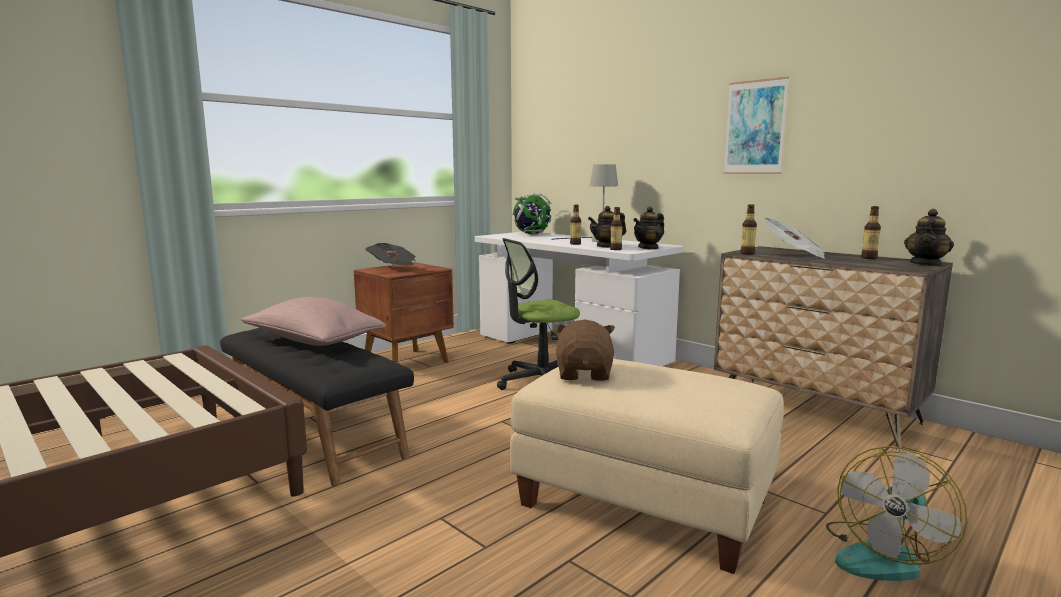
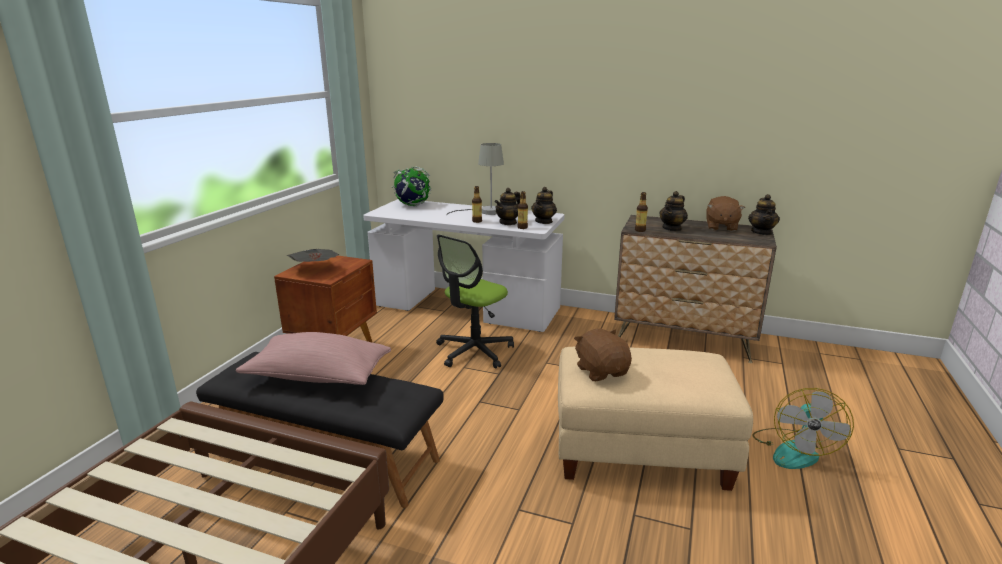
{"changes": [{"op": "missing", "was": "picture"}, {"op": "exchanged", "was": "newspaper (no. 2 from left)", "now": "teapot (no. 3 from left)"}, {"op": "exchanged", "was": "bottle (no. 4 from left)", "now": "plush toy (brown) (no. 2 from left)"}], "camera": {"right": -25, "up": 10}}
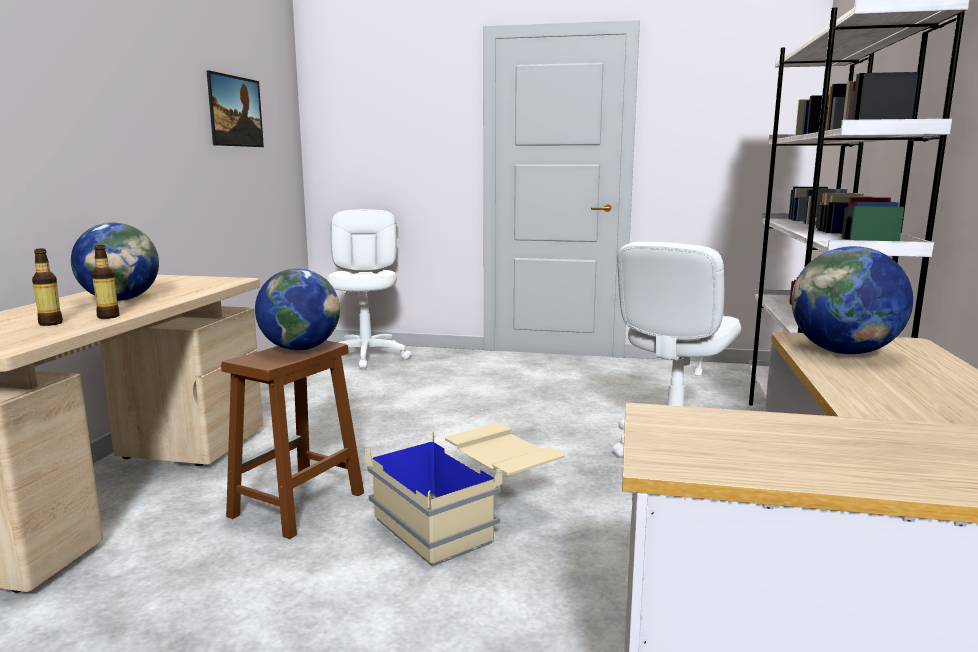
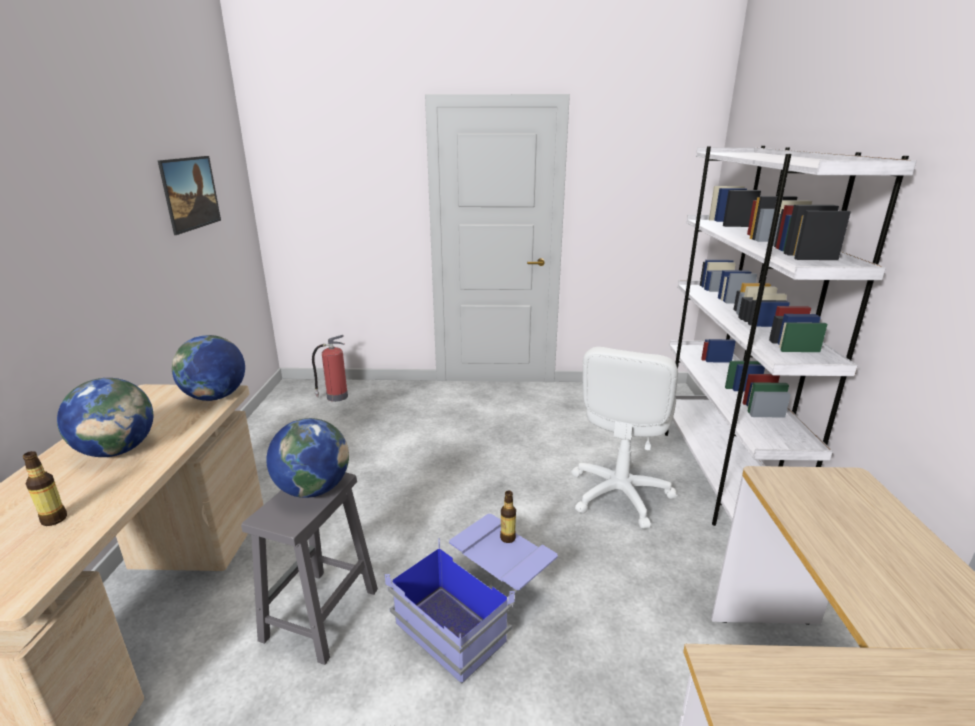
{"changes": [{"op": "relocated", "was": "bottle (no. 2 from left)"}, {"op": "colour", "was": "stool (brown)", "now": "stool (grey)"}, {"op": "exchanged", "was": "office chair (white) (no. 1 from left)", "now": "fire extinguisher"}, {"op": "colour", "was": "storage box (beige)", "now": "storage box (blue)"}, {"op": "relocated", "was": "globe (no. 3 from left in the first image)", "now": "globe (no. 2 from left)"}], "camera": {"right": -10, "up": 10}}
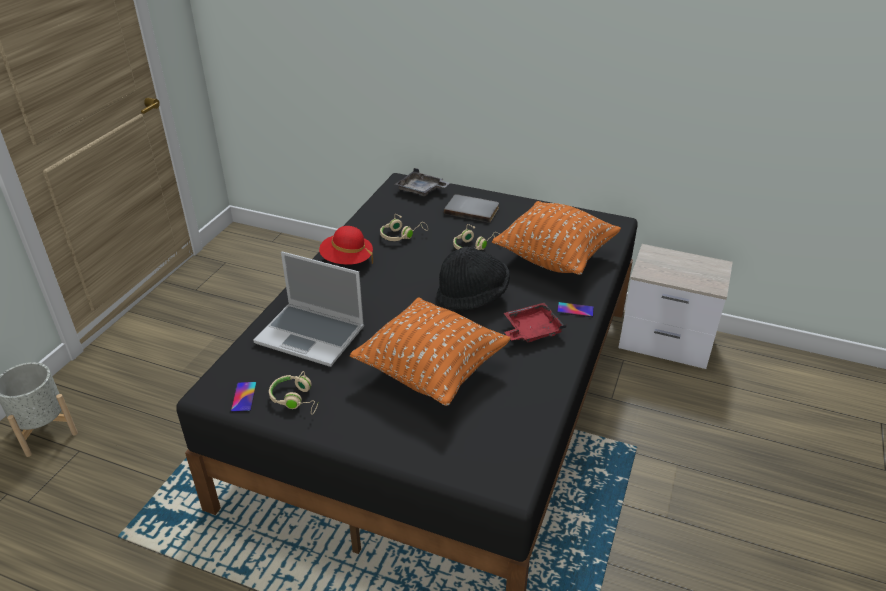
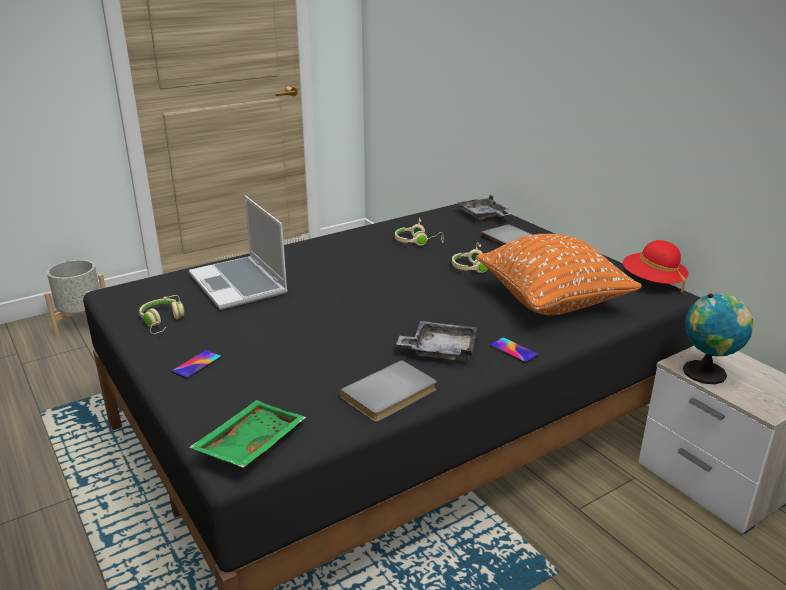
{"changes": [{"op": "relocated", "was": "phone (no. 1 from left)"}, {"op": "relocated", "was": "hat (red)"}, {"op": "missing", "was": "pillow (orange) (no. 1 from left)"}, {"op": "missing", "was": "hat (black)"}, {"op": "colour", "was": "tray (red)", "now": "tray (grey) (no. 1 from left)"}, {"op": "appeared", "now": "tray (green)"}, {"op": "appeared", "now": "book (grey) (no. 1 from left)"}, {"op": "appeared", "now": "globe"}], "camera": {"right": 35, "up": -10}}
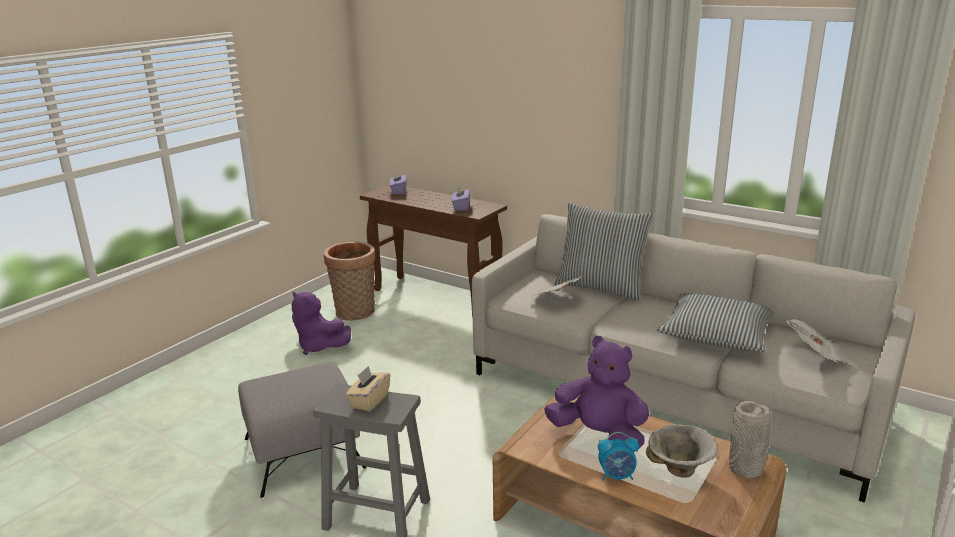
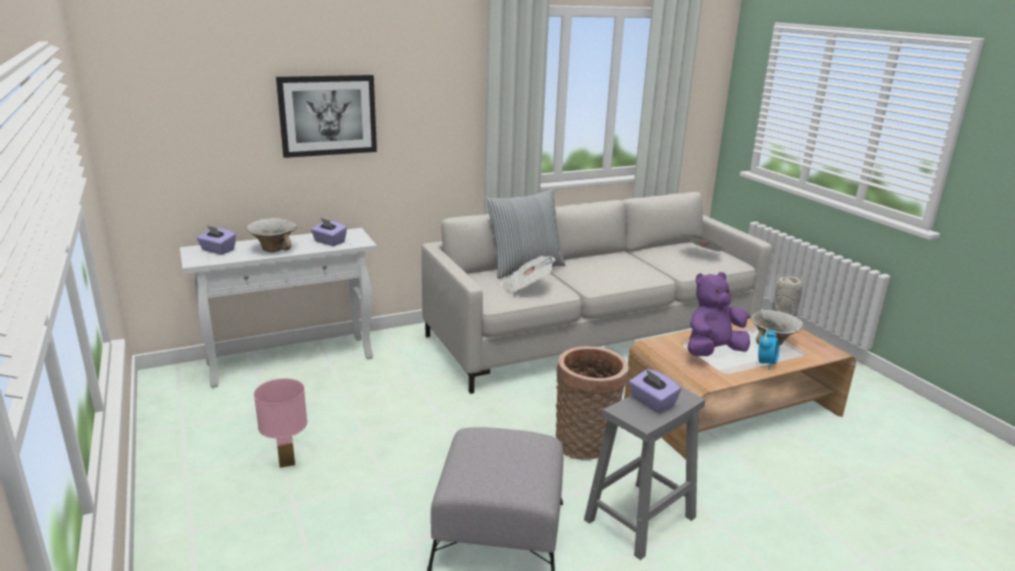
{"changes": [{"op": "exchanged", "was": "plush toy (purple) (no. 1 from left)", "now": "table lamp (pink)"}, {"op": "relocated", "was": "basket"}, {"op": "colour", "was": "tissue box (beige)", "now": "tissue box (purple) (no. 3 from left)"}, {"op": "colour", "was": "console table (brown)", "now": "console table (white)"}, {"op": "missing", "was": "pillow (no. 2 from left)"}, {"op": "appeared", "now": "bowl (no. 1 from left)"}, {"op": "appeared", "now": "picture"}], "camera": {"right": -60, "up": 0}}
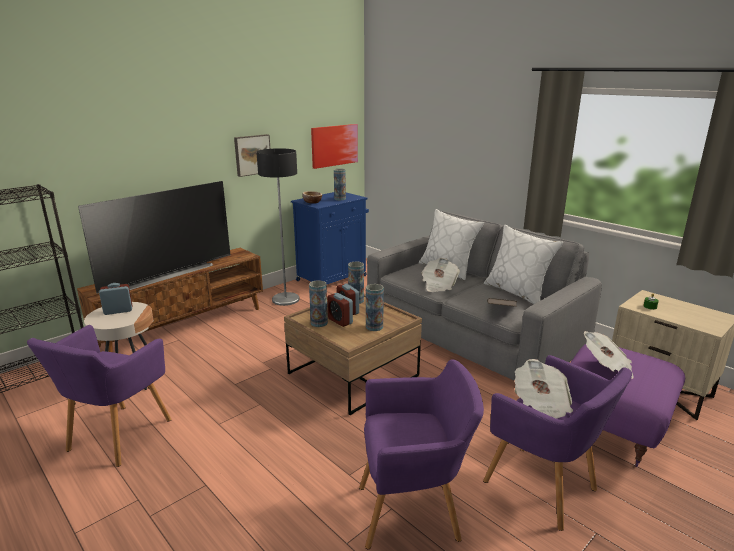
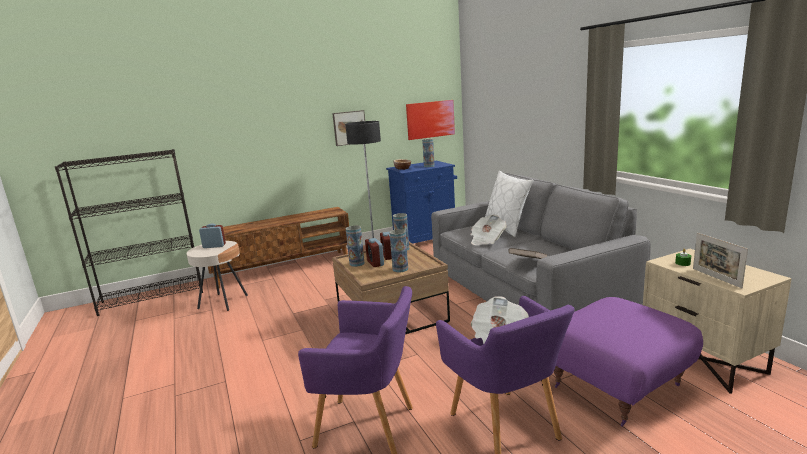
{"changes": [{"op": "missing", "was": "armchair (purple) (no. 1 from left)"}, {"op": "missing", "was": "television"}, {"op": "missing", "was": "pillow (white) (no. 2 from left)"}, {"op": "missing", "was": "newspaper (no. 3 from left)"}, {"op": "appeared", "now": "picture frame"}], "camera": {"right": 20, "up": -5}}
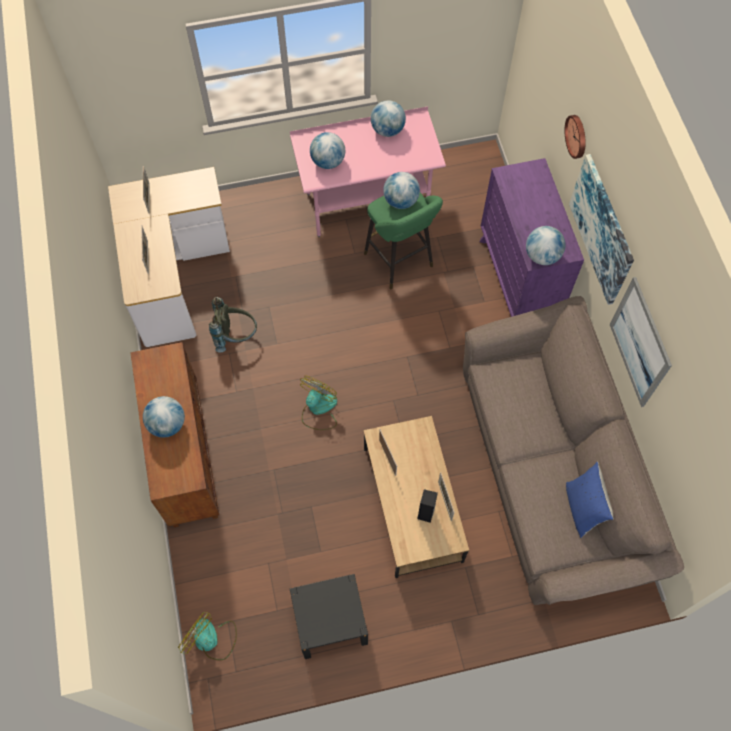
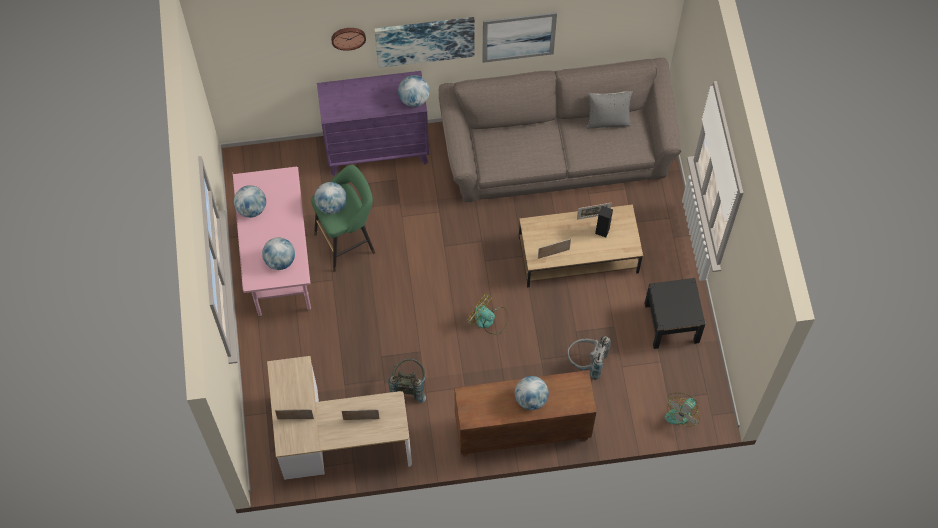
{"changes": [{"op": "colour", "was": "pillow (blue)", "now": "pillow (grey)"}, {"op": "appeared", "now": "backpack (grey) (no. 2 from left)"}], "camera": {"right": -85, "up": 0}}
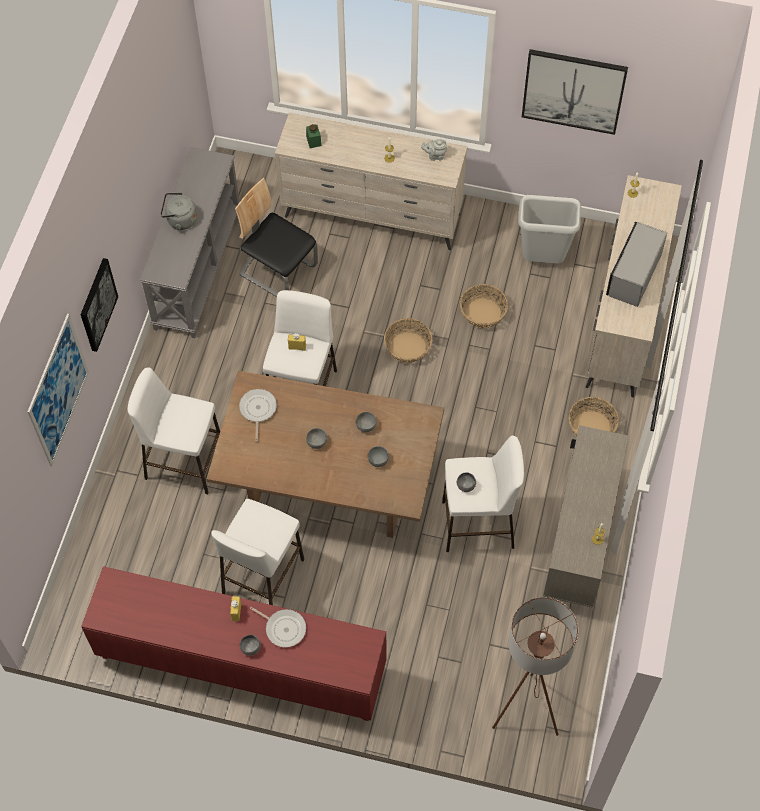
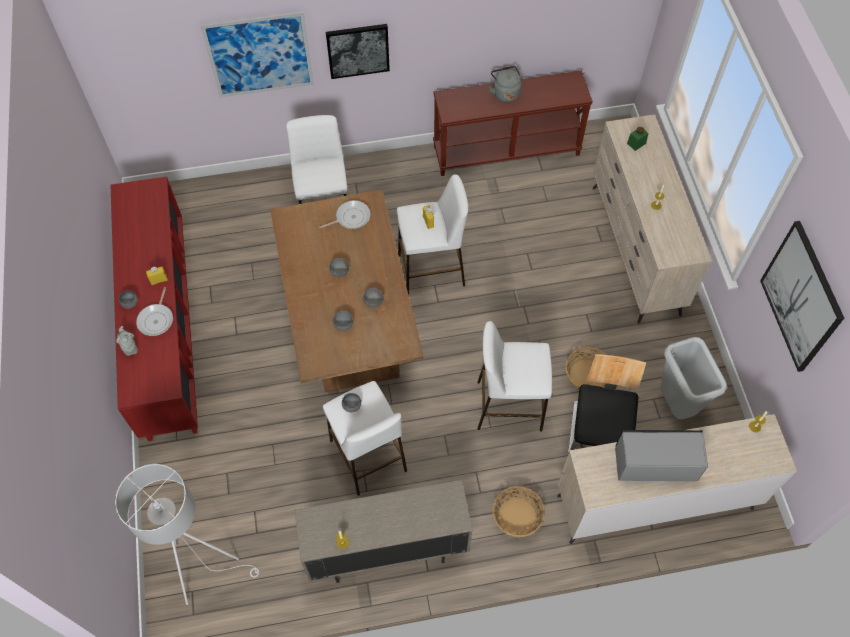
{"changes": [{"op": "colour", "was": "console table (grey)", "now": "console table (brown)"}, {"op": "relocated", "was": "stool (white) (no. 2 from left in the first image)", "now": "stool (white) (no. 4 from left)"}, {"op": "relocated", "was": "chair"}, {"op": "missing", "was": "basket (no. 1 from left)"}, {"op": "relocated", "was": "teapot (grey)"}, {"op": "colour", "was": "floor lamp (brown)", "now": "floor lamp (white)"}], "camera": {"right": 65, "up": 0}}
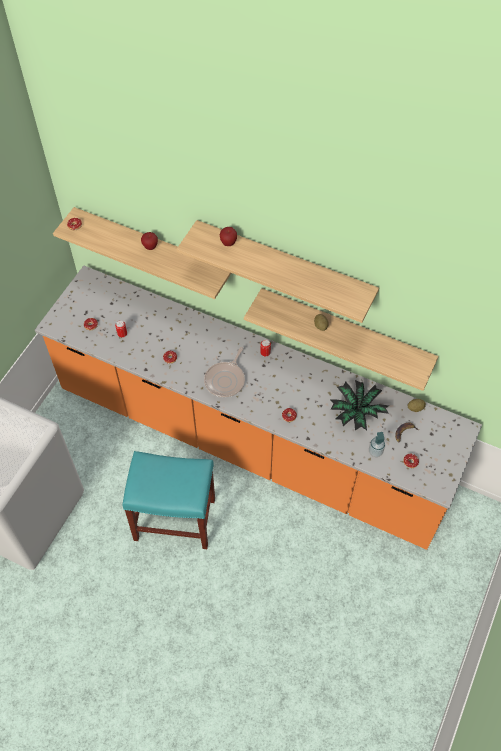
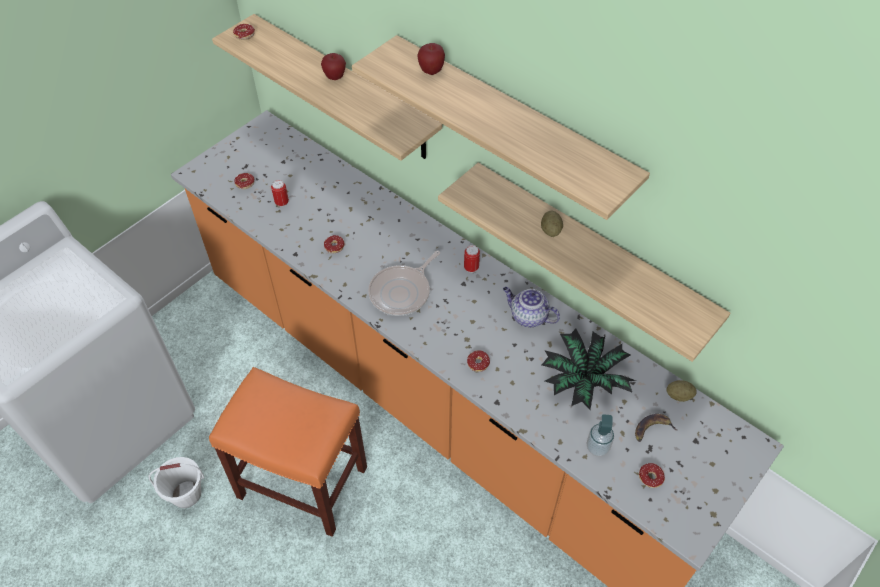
{"changes": [{"op": "colour", "was": "stool (turquoise)", "now": "stool (orange)"}, {"op": "appeared", "now": "bucket (white)"}, {"op": "appeared", "now": "teapot"}], "camera": {"right": 15, "up": -5}}
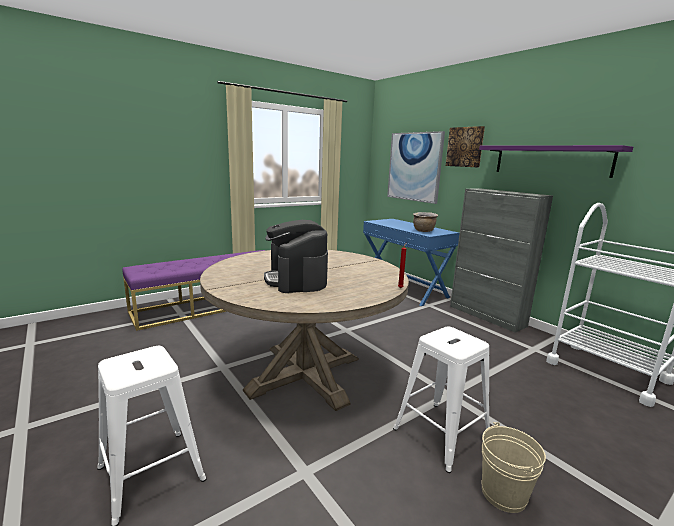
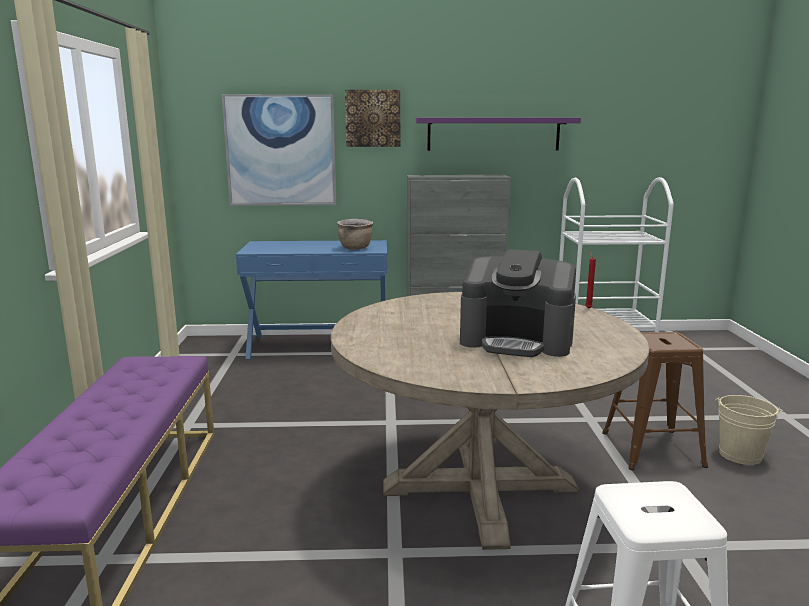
{"changes": [{"op": "colour", "was": "stool (white) (no. 2 from left)", "now": "stool (brown)"}], "camera": {"right": -55, "up": 0}}
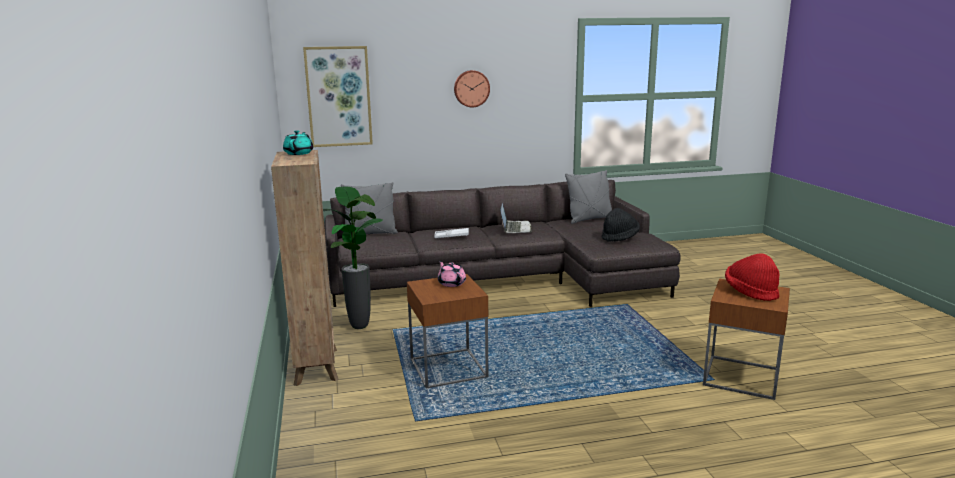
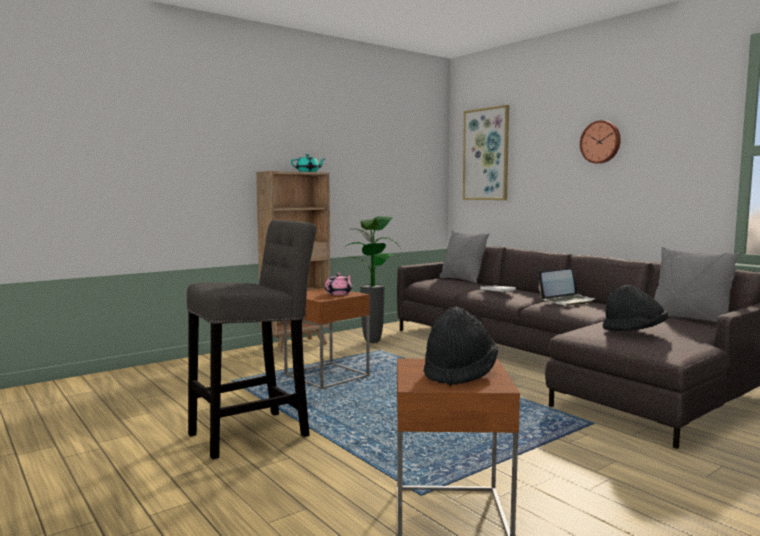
{"changes": [{"op": "colour", "was": "hat (red)", "now": "hat (black) (no. 1 from left)"}, {"op": "appeared", "now": "stool (grey)"}], "camera": {"right": 65, "up": -10}}
